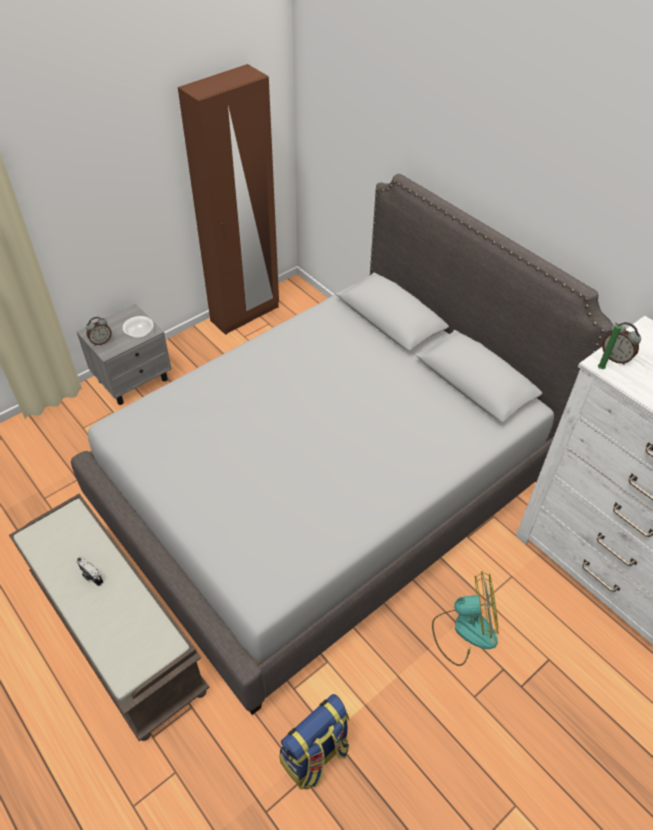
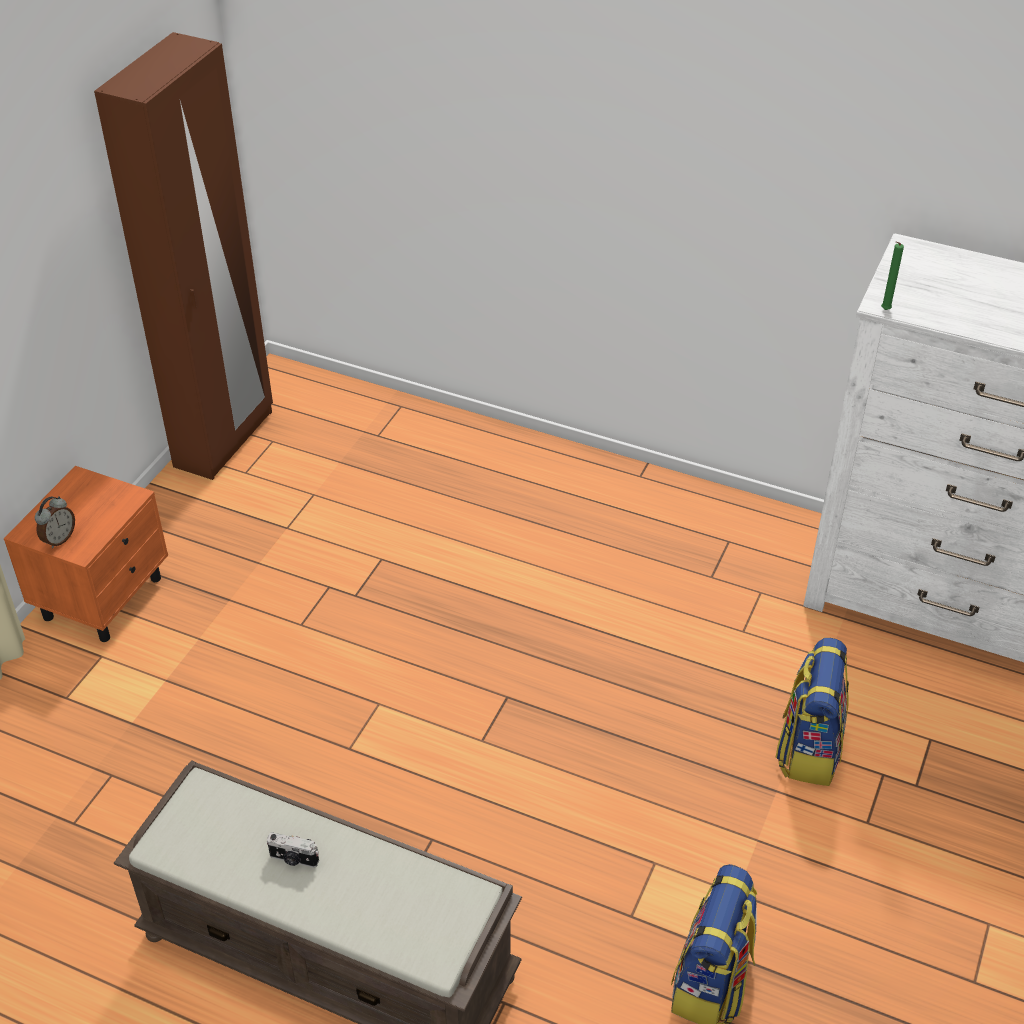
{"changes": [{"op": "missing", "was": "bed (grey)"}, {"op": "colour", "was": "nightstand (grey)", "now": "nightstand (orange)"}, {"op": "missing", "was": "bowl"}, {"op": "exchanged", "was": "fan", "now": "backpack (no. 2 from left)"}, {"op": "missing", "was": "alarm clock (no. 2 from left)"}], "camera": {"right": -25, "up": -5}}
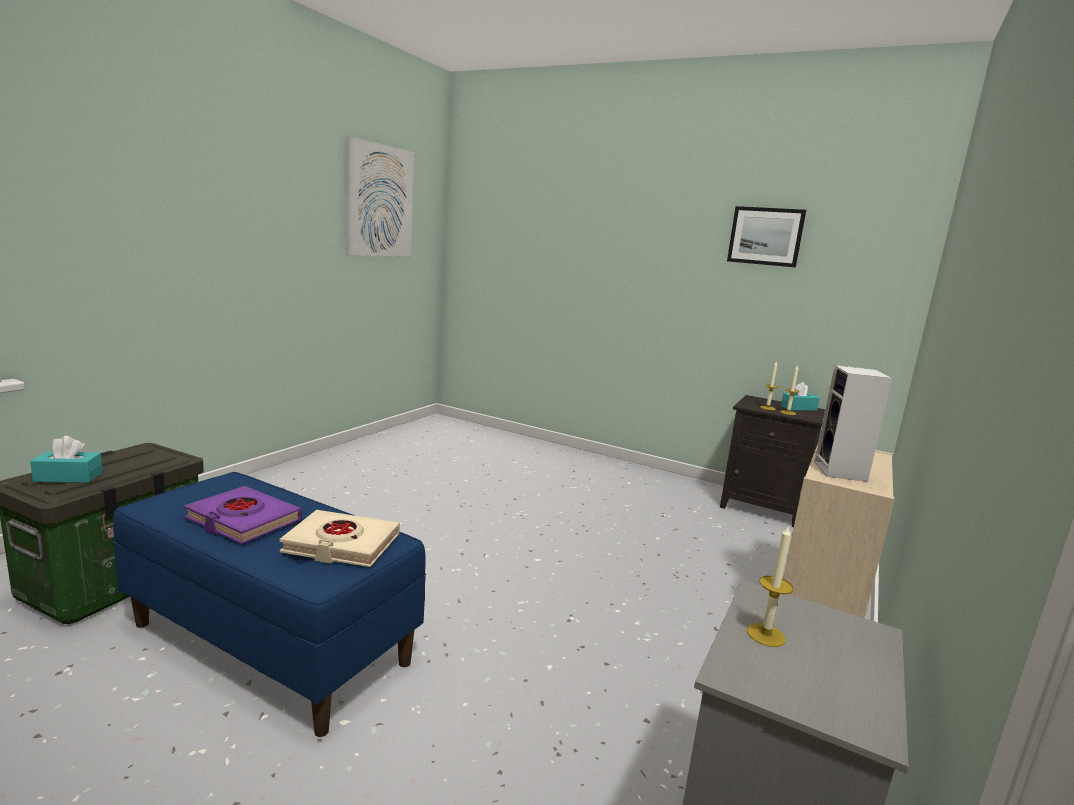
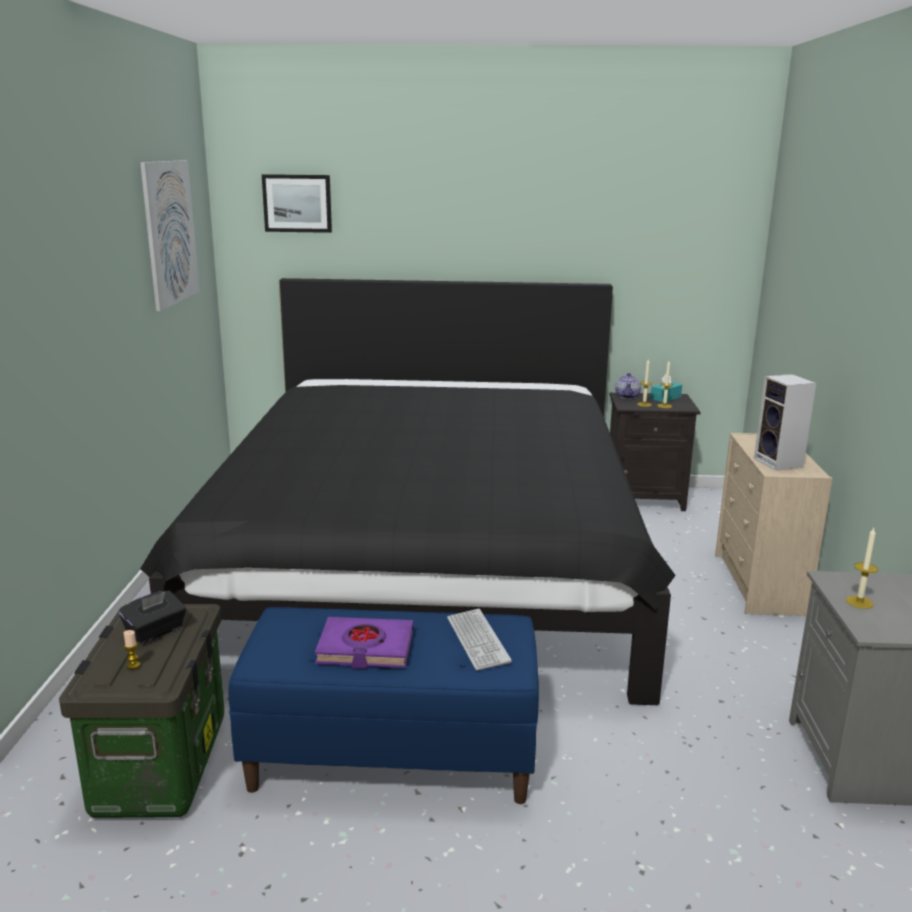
{"changes": [{"op": "exchanged", "was": "tissue box (turquoise) (no. 1 from left)", "now": "candle (no. 1 from left)"}, {"op": "exchanged", "was": "book (beige)", "now": "keyboard"}, {"op": "relocated", "was": "picture (no. 2 from left)"}, {"op": "appeared", "now": "tissue box (black)"}, {"op": "appeared", "now": "bed (black)"}, {"op": "appeared", "now": "teapot"}], "camera": {"right": -25, "up": 5}}
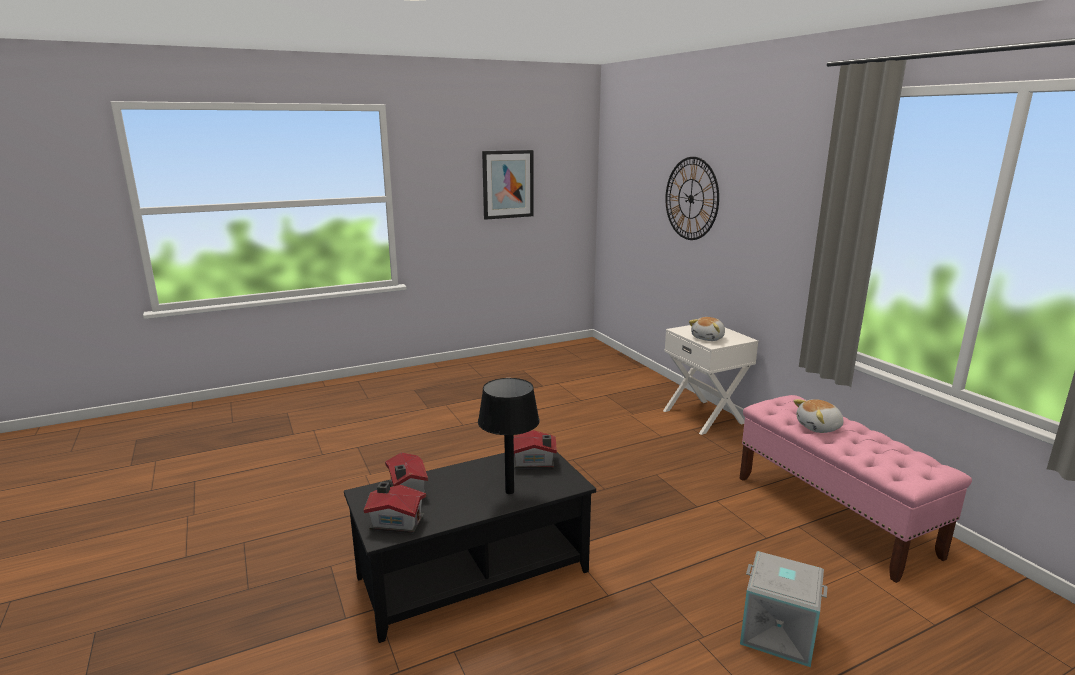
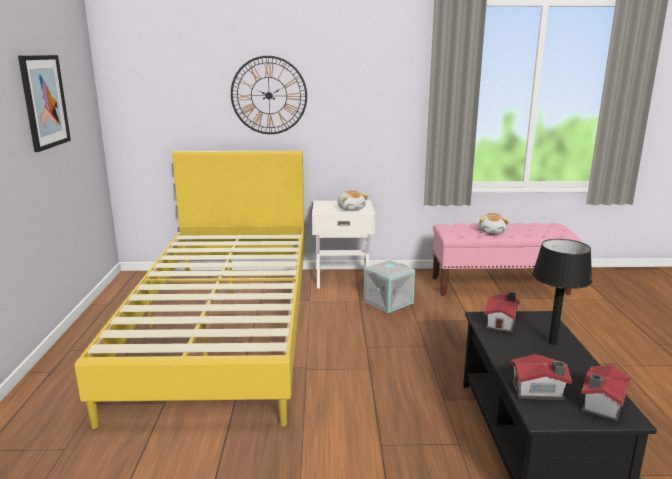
{"changes": [{"op": "relocated", "was": "storage box (grey)"}, {"op": "appeared", "now": "bed (yellow)"}], "camera": {"right": -65, "up": 0}}
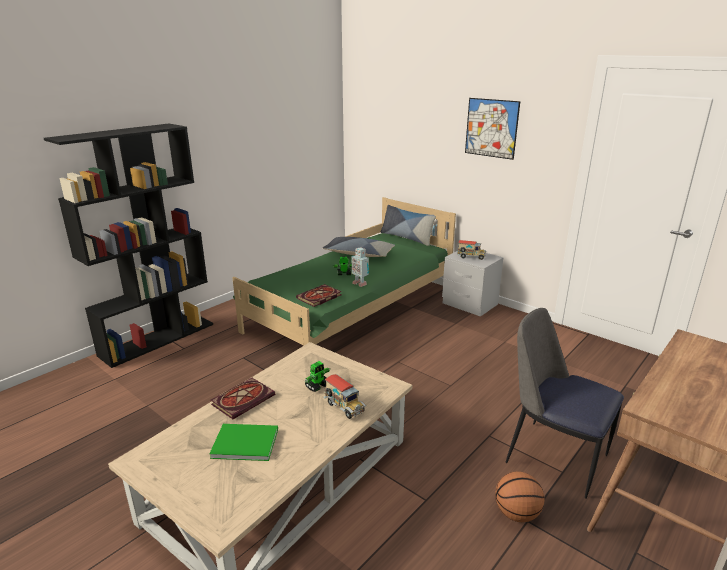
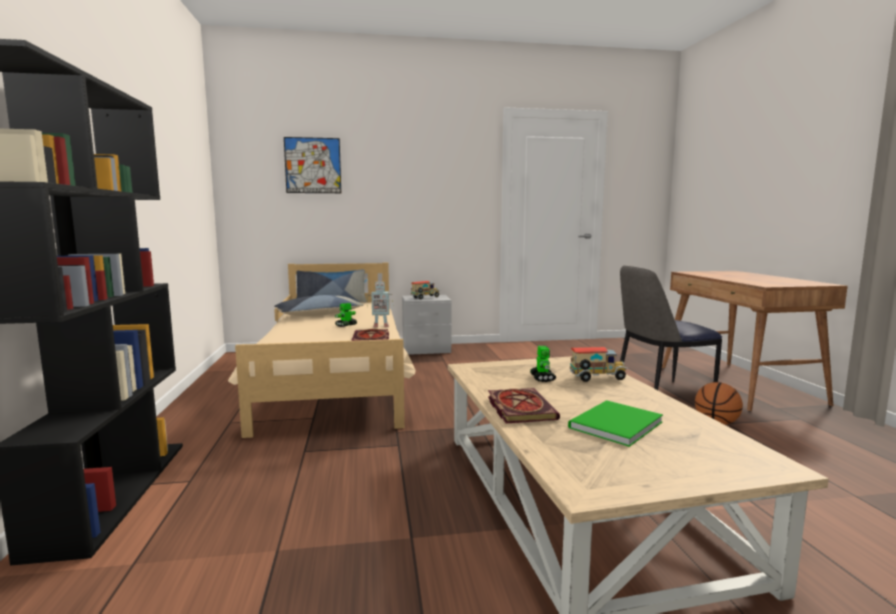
{"changes": [{"op": "colour", "was": "bed (green)", "now": "bed (beige)"}, {"op": "relocated", "was": "picture"}], "camera": {"right": -50, "up": -15}}
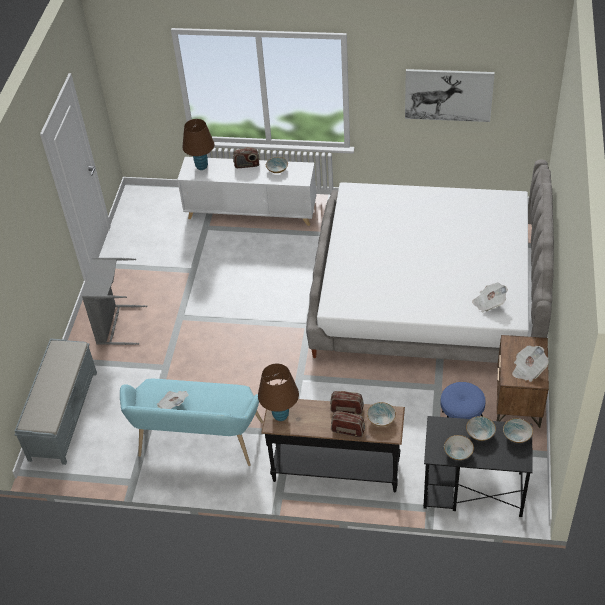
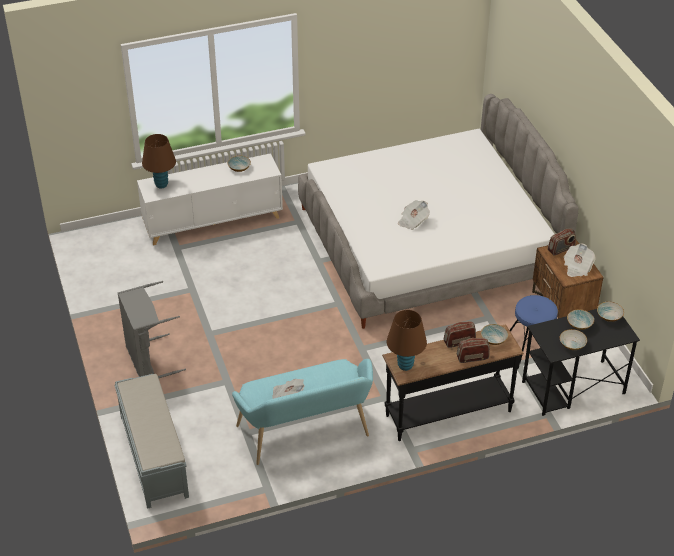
{"changes": [{"op": "relocated", "was": "radio (no. 1 from left in the first image)", "now": "radio (no. 3 from left)"}, {"op": "missing", "was": "picture"}, {"op": "relocated", "was": "newspaper (no. 2 from left)"}], "camera": {"right": -30, "up": -5}}
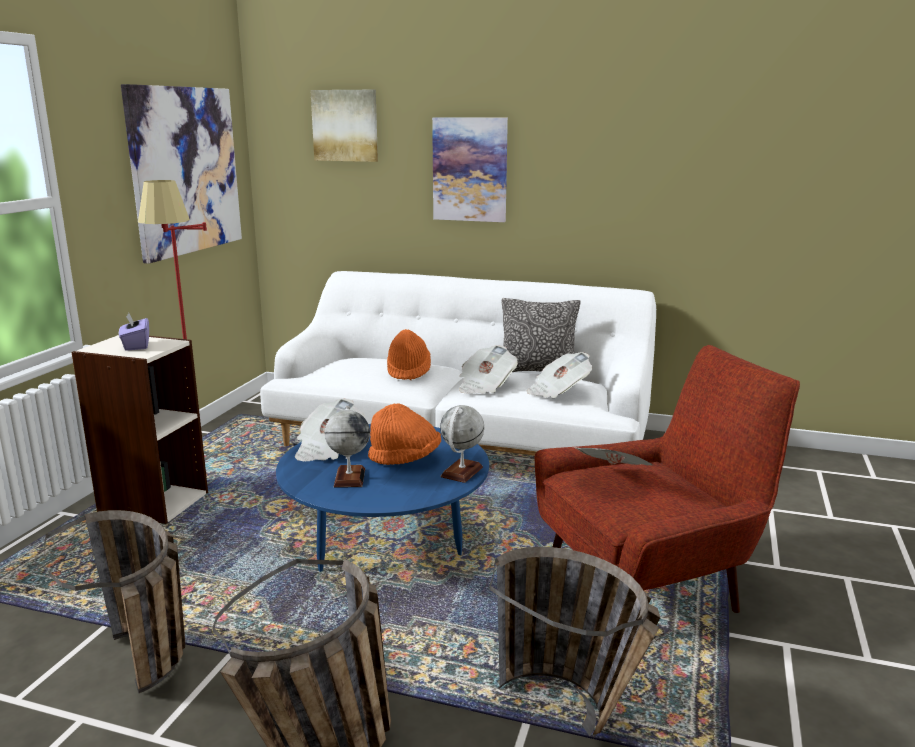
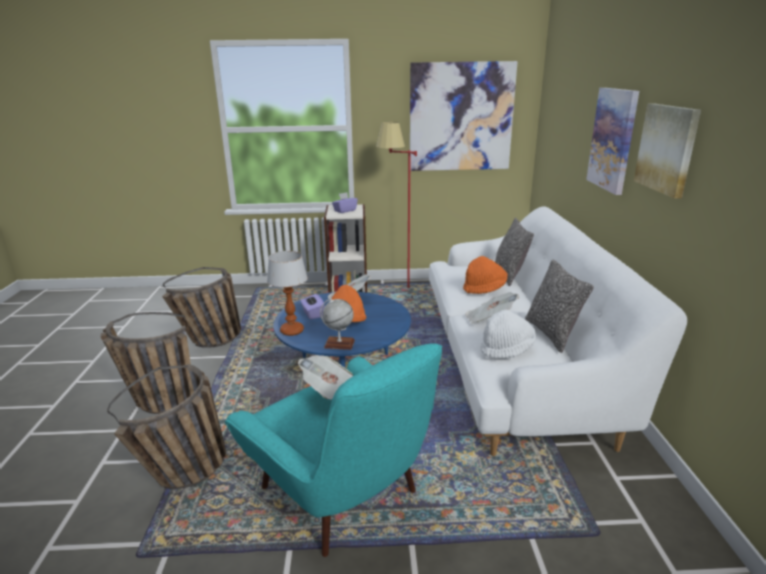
{"changes": [{"op": "relocated", "was": "picture (no. 2 from left in the first image)", "now": "picture (no. 3 from left)"}, {"op": "exchanged", "was": "globe (no. 1 from left)", "now": "tissue box (purple) (no. 1 from left)"}, {"op": "exchanged", "was": "newspaper (no. 3 from left)", "now": "hat (white)"}, {"op": "colour", "was": "armchair (red)", "now": "armchair (turquoise)"}, {"op": "appeared", "now": "table lamp"}, {"op": "appeared", "now": "pillow (no. 1 from left)"}], "camera": {"right": 70, "up": 5}}
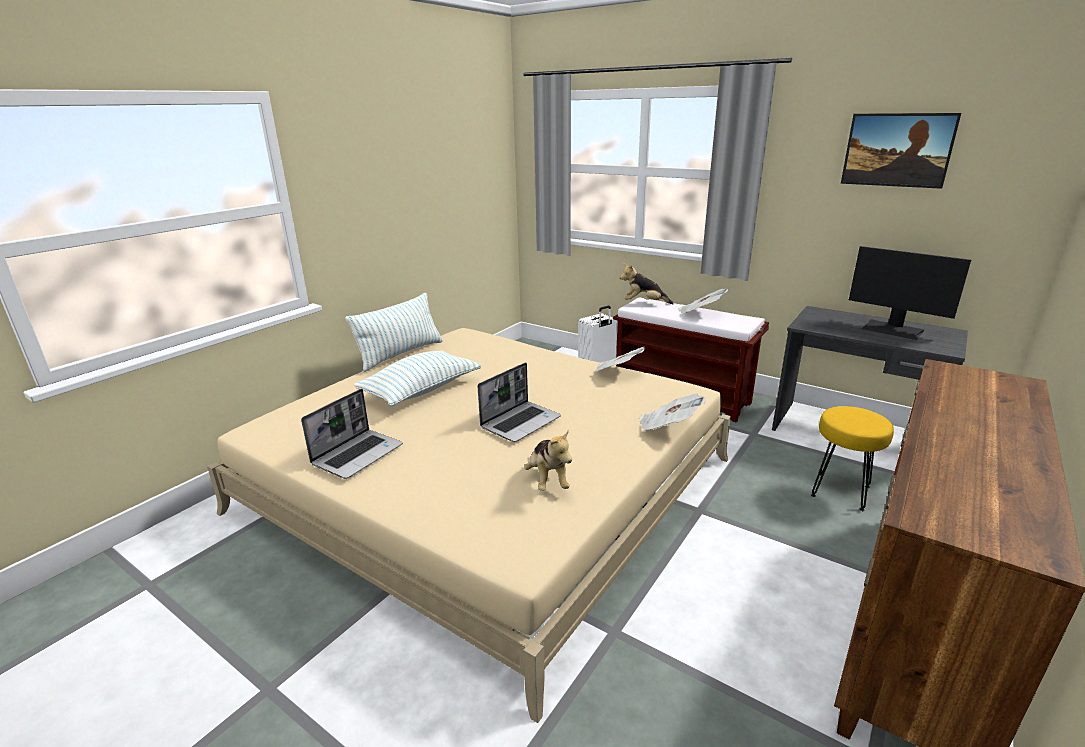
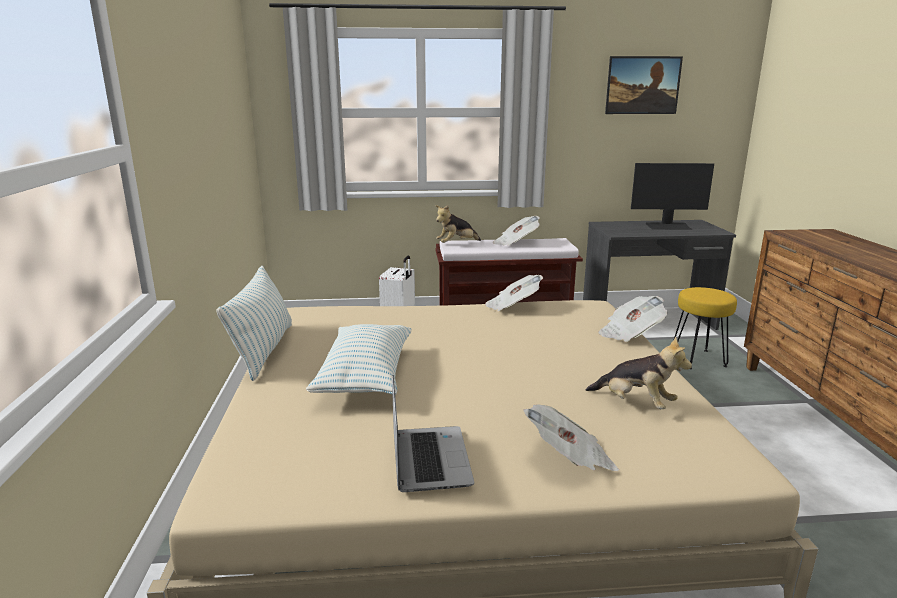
{"changes": [{"op": "missing", "was": "laptop (no. 2 from left)"}, {"op": "appeared", "now": "newspaper (no. 3 from left)"}], "camera": {"right": -40, "up": -5}}
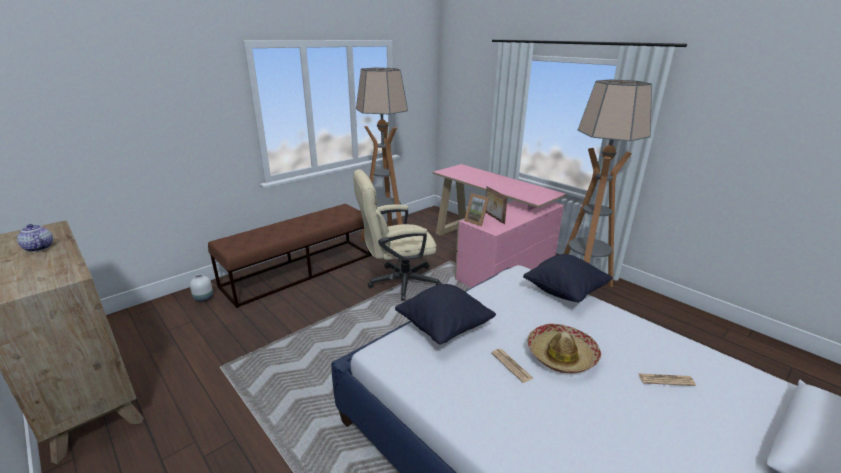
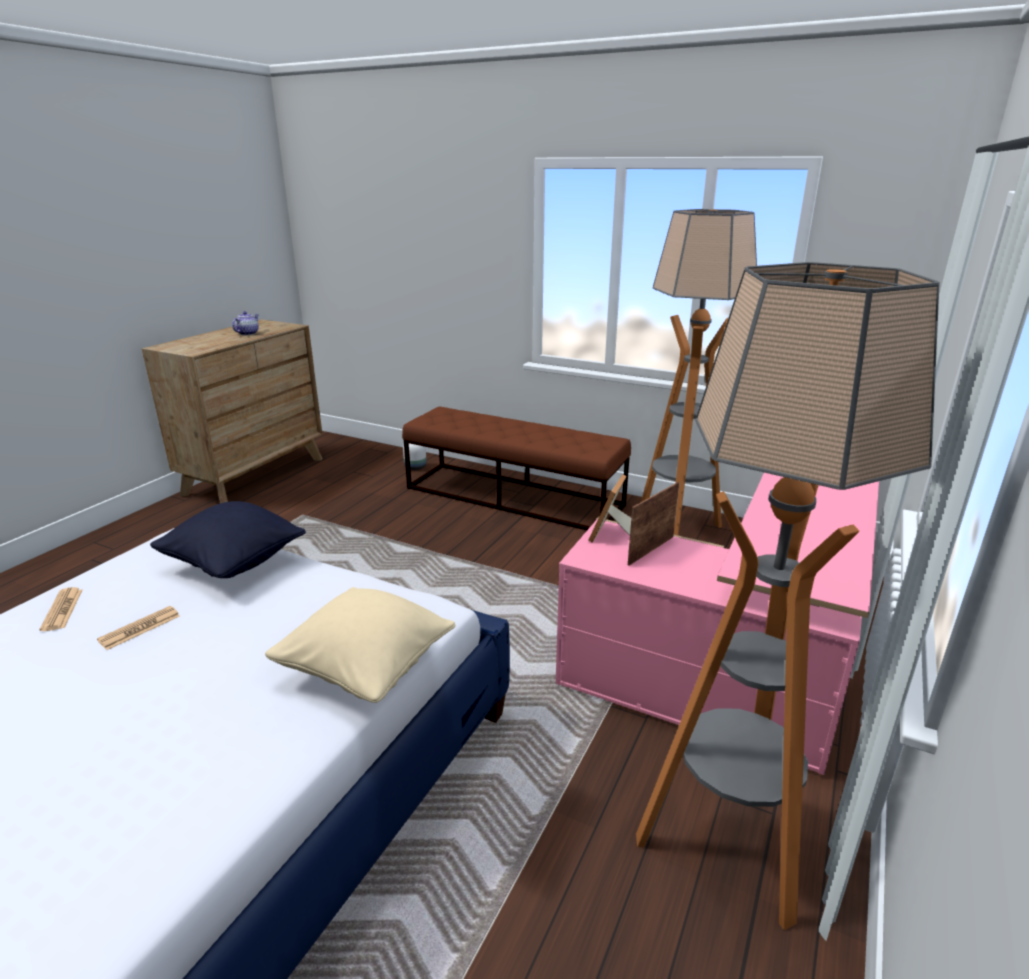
{"changes": [{"op": "missing", "was": "office chair (beige)"}, {"op": "colour", "was": "pillow (black) (no. 2 from left)", "now": "pillow (beige)"}, {"op": "missing", "was": "hat"}, {"op": "relocated", "was": "newspaper (no. 2 from left in the first image)", "now": "newspaper (no. 1 from left)"}], "camera": {"right": 70, "up": 0}}
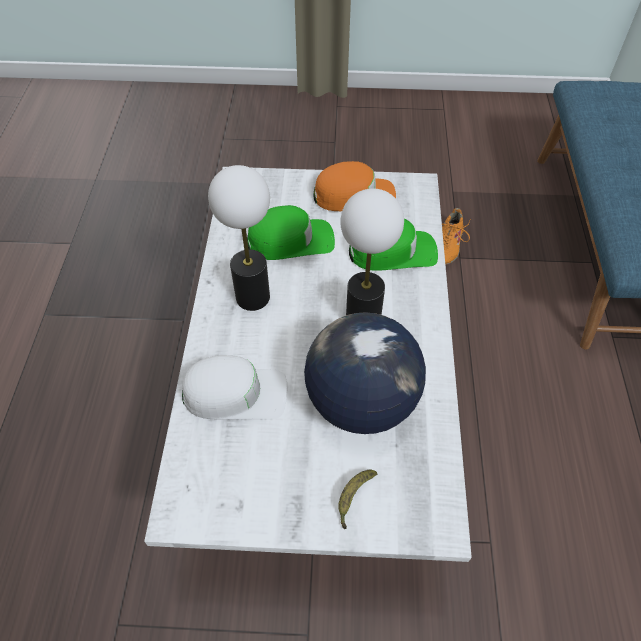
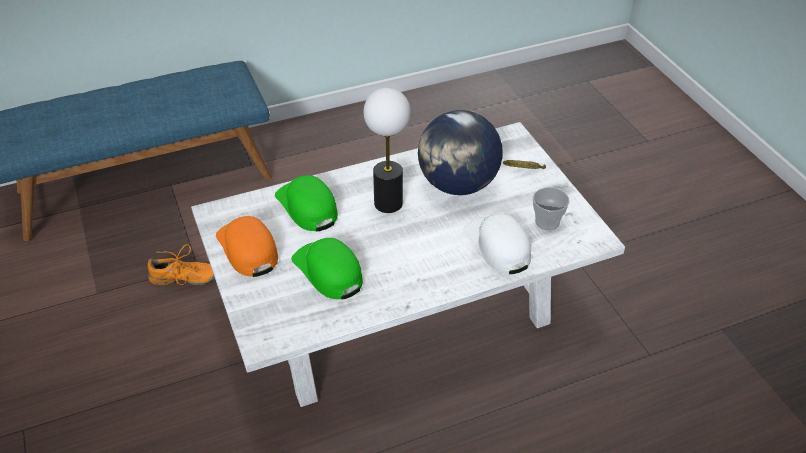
{"changes": [{"op": "missing", "was": "table lamp (no. 1 from left)"}, {"op": "appeared", "now": "cup"}], "camera": {"right": -115, "up": -10}}
